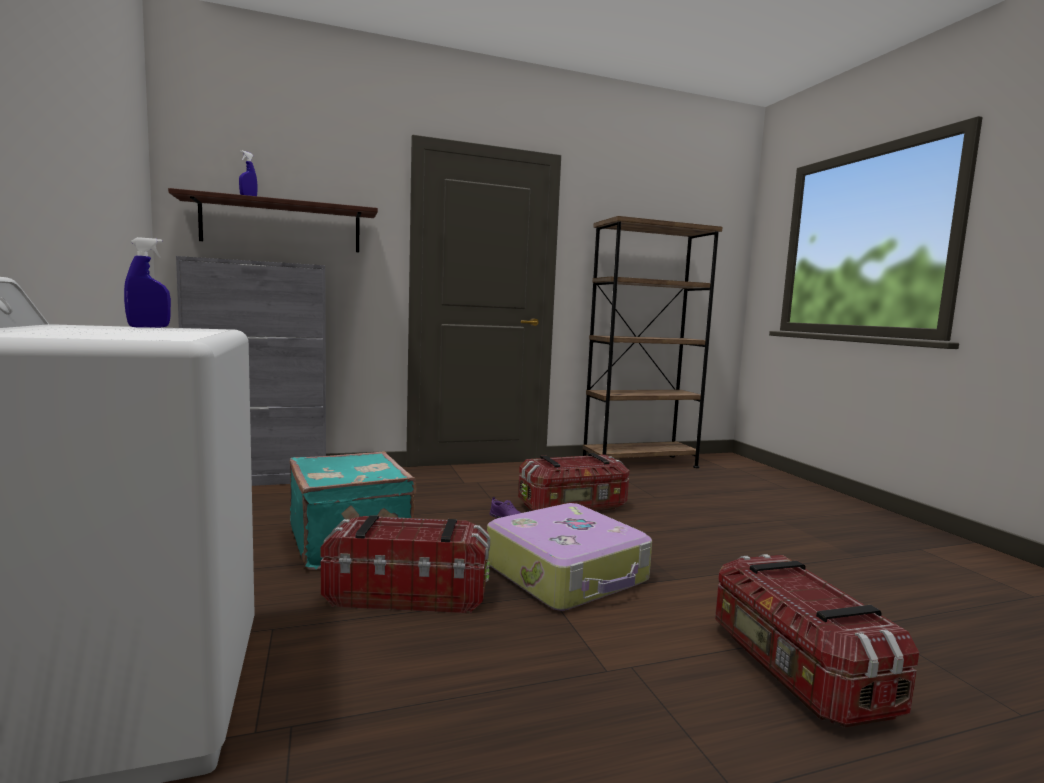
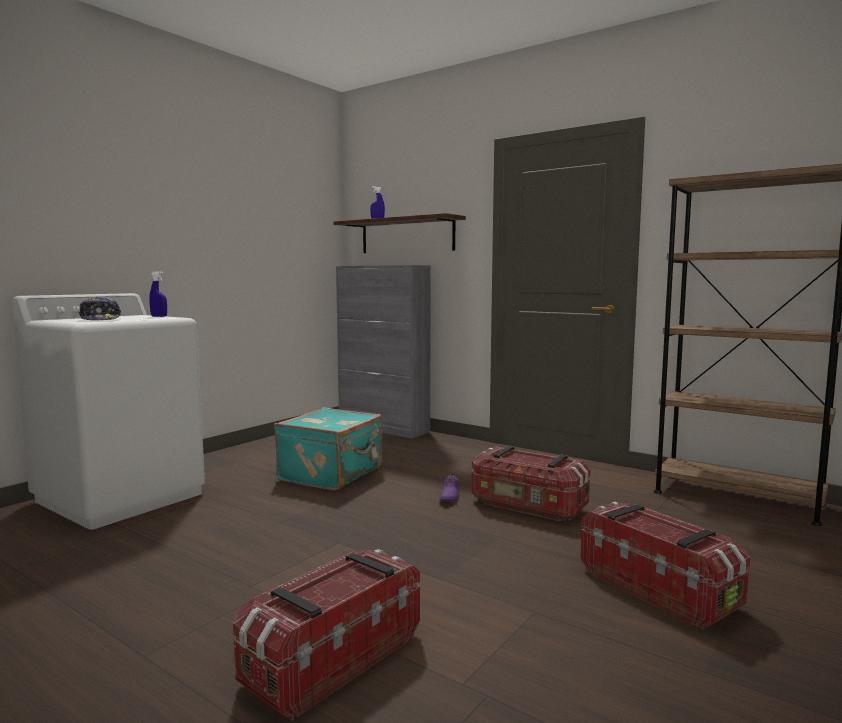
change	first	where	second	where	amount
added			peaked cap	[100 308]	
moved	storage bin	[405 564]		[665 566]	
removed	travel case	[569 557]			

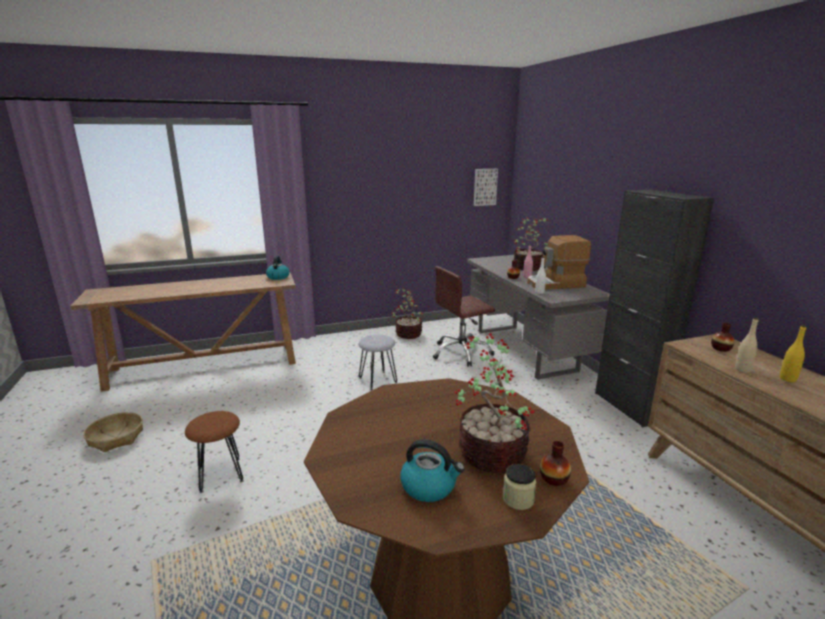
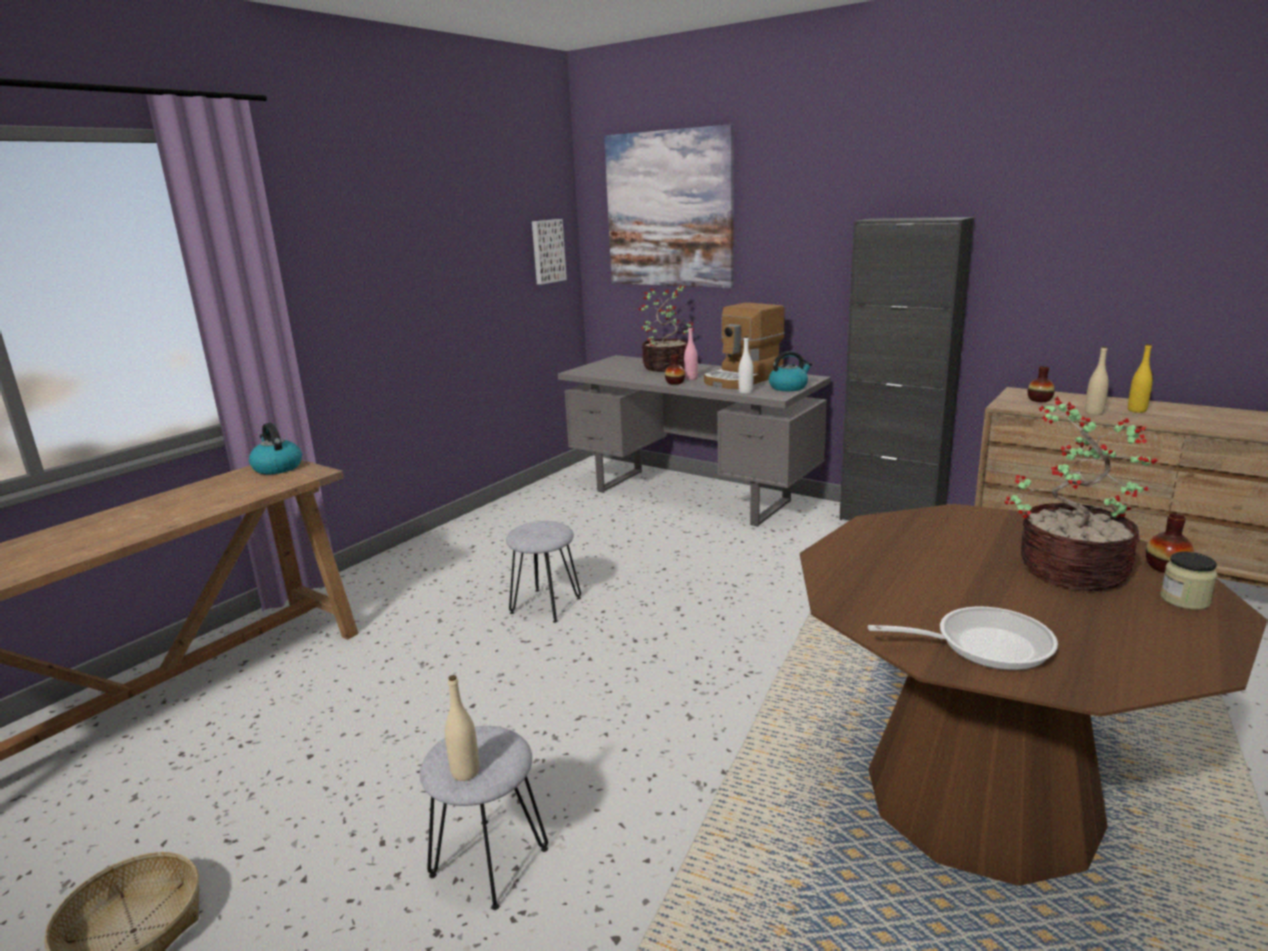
change	first	where	second	where	amount
recoloured	brown-coloured sitting stool	[214 452]	greyish sitting stool	[484 818]	
added			beige-coloured drink bottle	[462 728]	
added			wall picture	[669 206]	
moved	kettle	[432 470]		[790 371]	
added			frying pan	[963 638]	
removed	houseplant	[407 313]			
removed	brown-coloured desk chair	[464 316]			

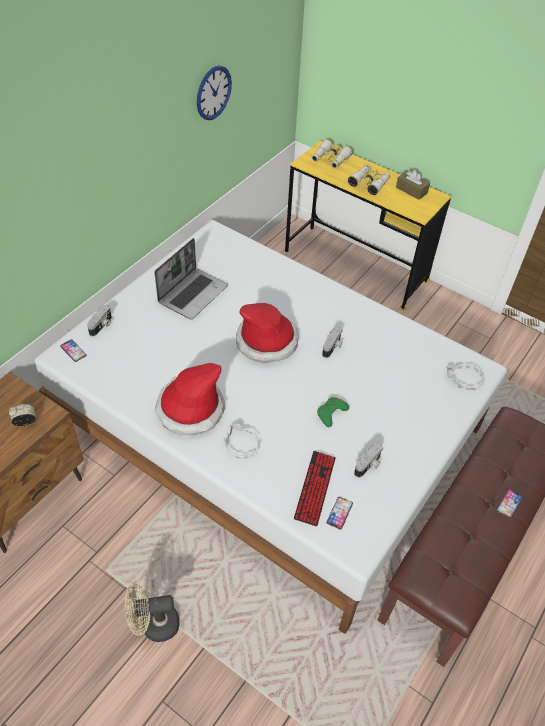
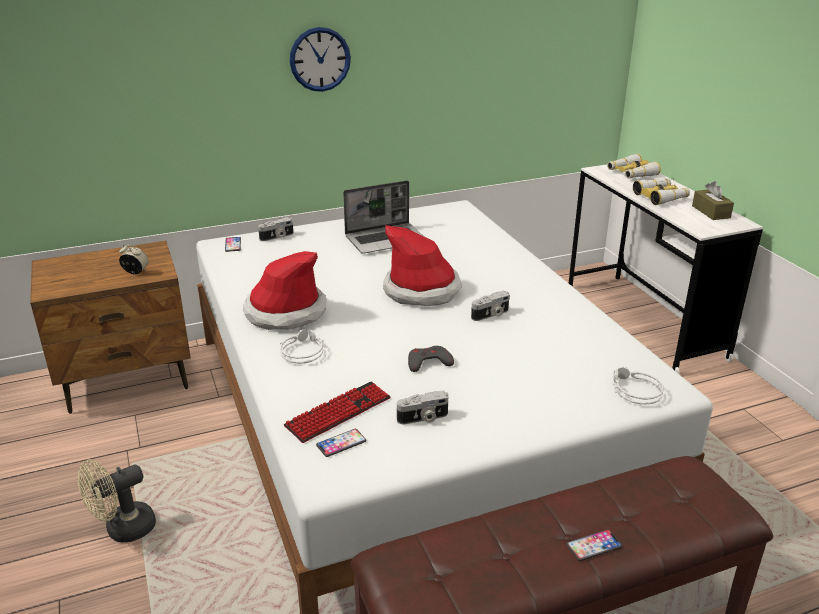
change	first	where	second	where	amount
turned	beige-coloured fan	[152 612]		[117 500]	60 degrees counterclockwise
moved	clock on the wall	[214 92]		[320 59]	
recoloured	green-coloured game controller	[333 412]	greyish game controller	[431 359]	
recoloured	yellowish desk unit	[368 225]	whitish desk unit	[666 269]	

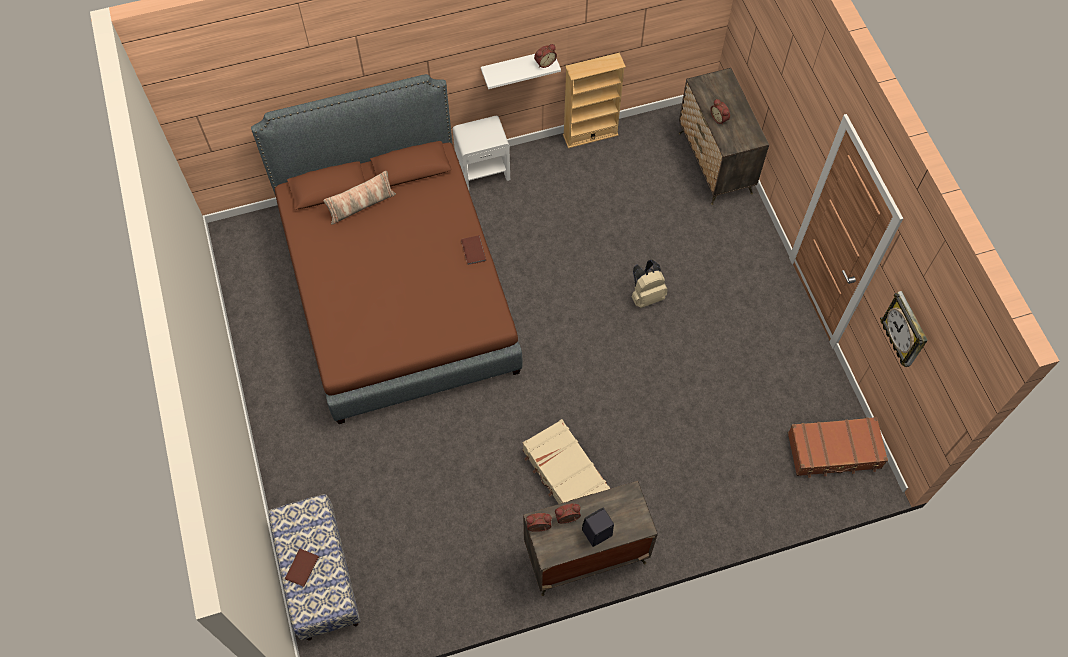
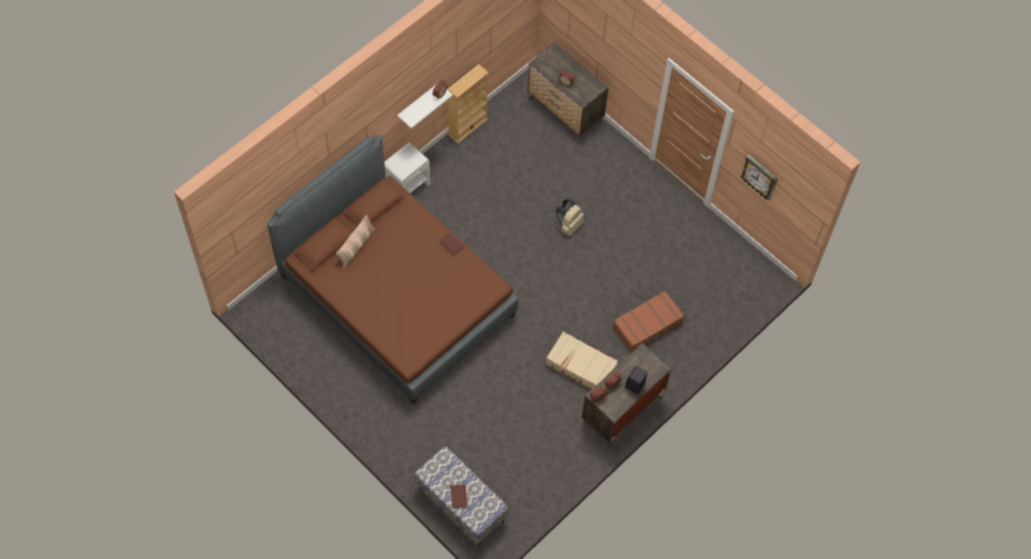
change	first	where	second	where	amount
moved	brown-coloured travel case	[838 447]		[648 322]	

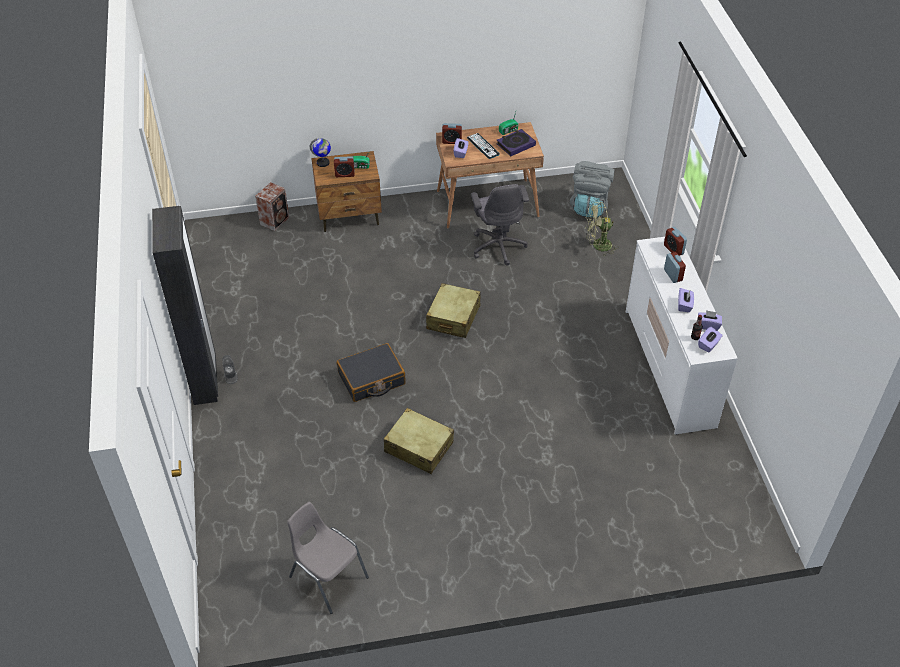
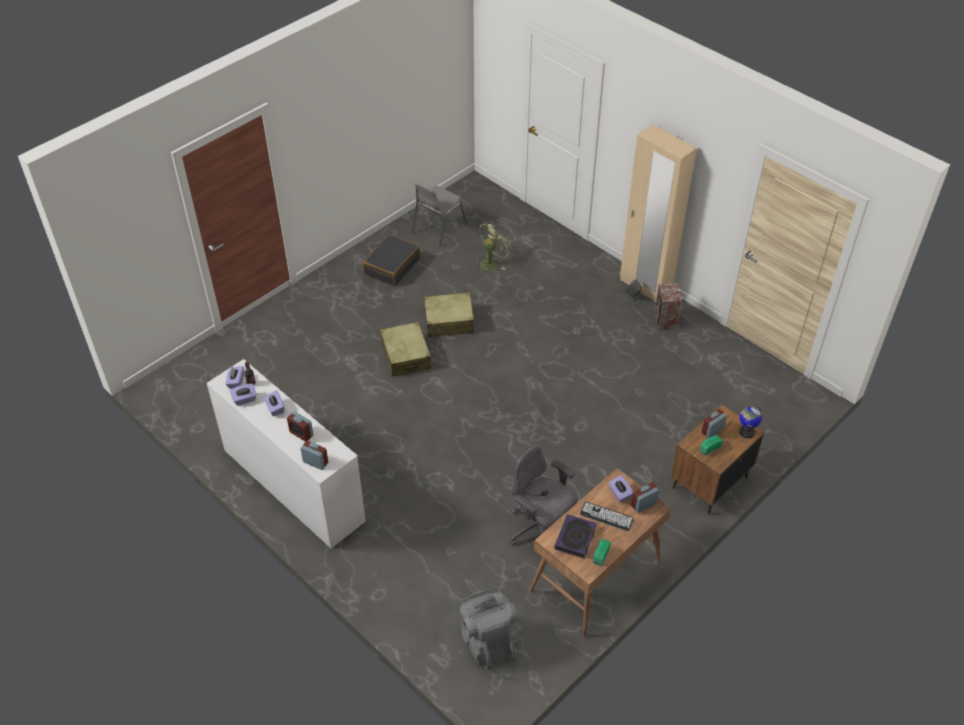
change	first	where	second	where	amount
moved	black travel case	[371 372]		[391 260]	
moved	beige-coloured travel case	[453 310]		[405 349]	
turned	greyish upright chair	[328 558]		[439 215]	120 degrees clockwise
moved	green-coloured fan	[602 229]		[494 246]	
recoloured	black clothes cupboard	[185 305]	beige-coloured clothes cupboard	[658 213]	
moved	audio speaker	[272 206]		[668 306]	

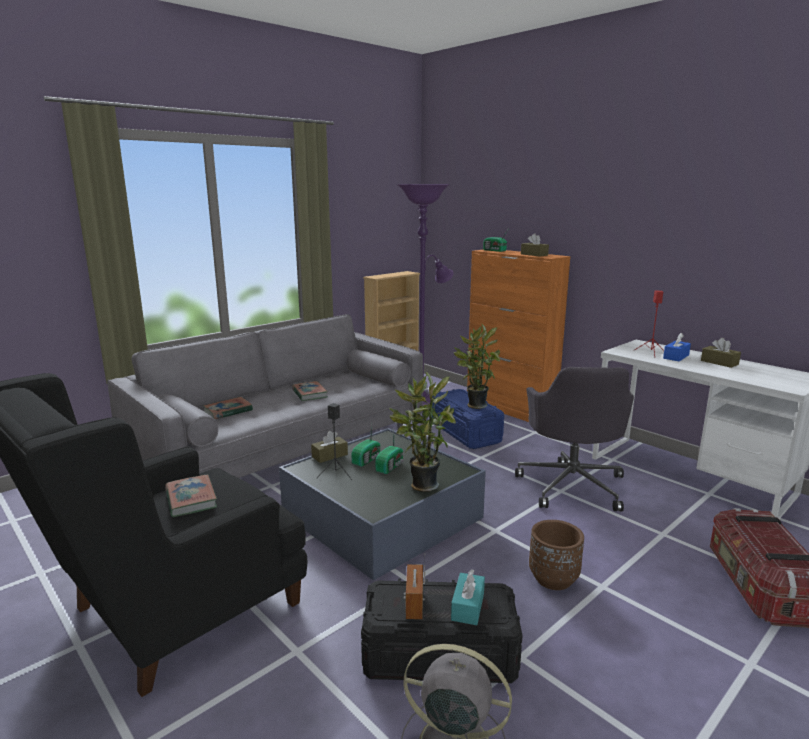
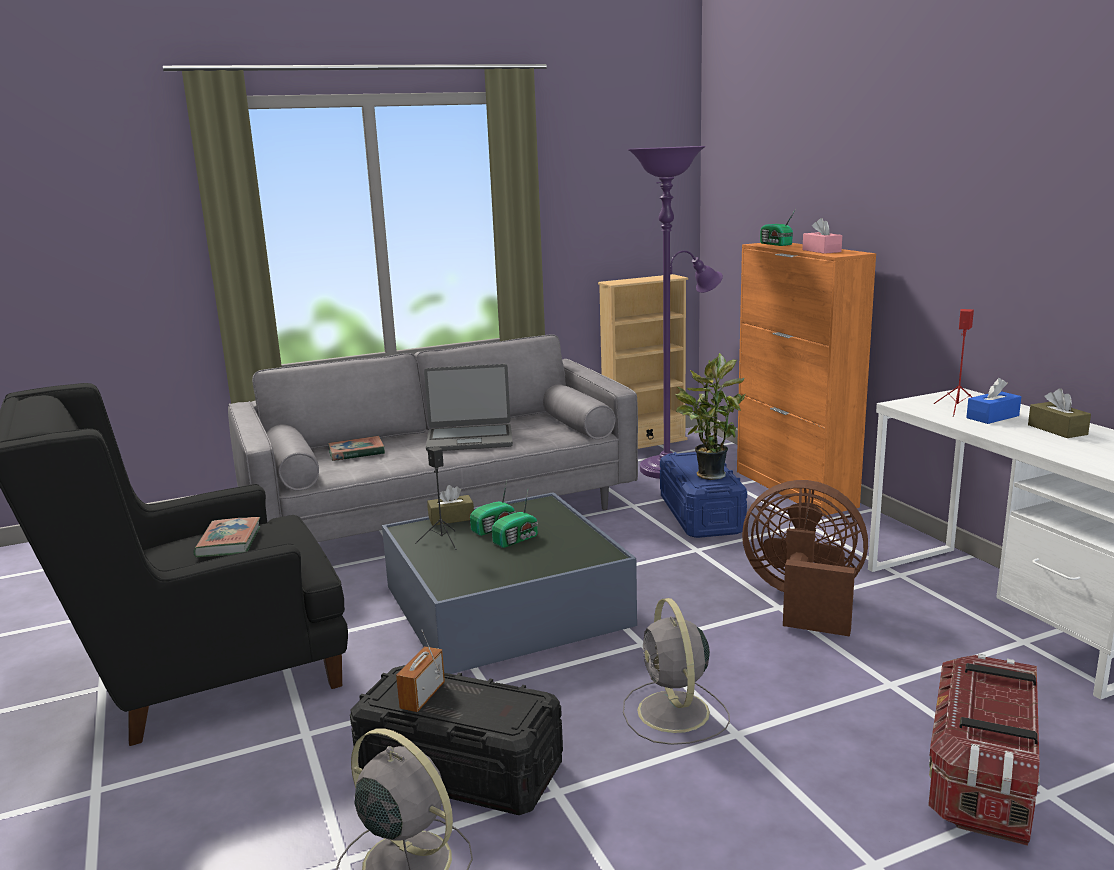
change	first	where	second	where	amount
replaced	bound book	[310 391]	laptop	[468 407]	
replaced	brown-coloured plant pot	[556 555]	greyish fan	[676 671]	
replaced	greyish desk chair	[574 439]	brown-coloured fan	[805 558]	
recoloured	brown-coloured tissue box	[535 244]	pink-coloured tissue box	[822 236]	
removed	houseplant	[422 431]			
removed	turquoise tissue box	[468 597]			

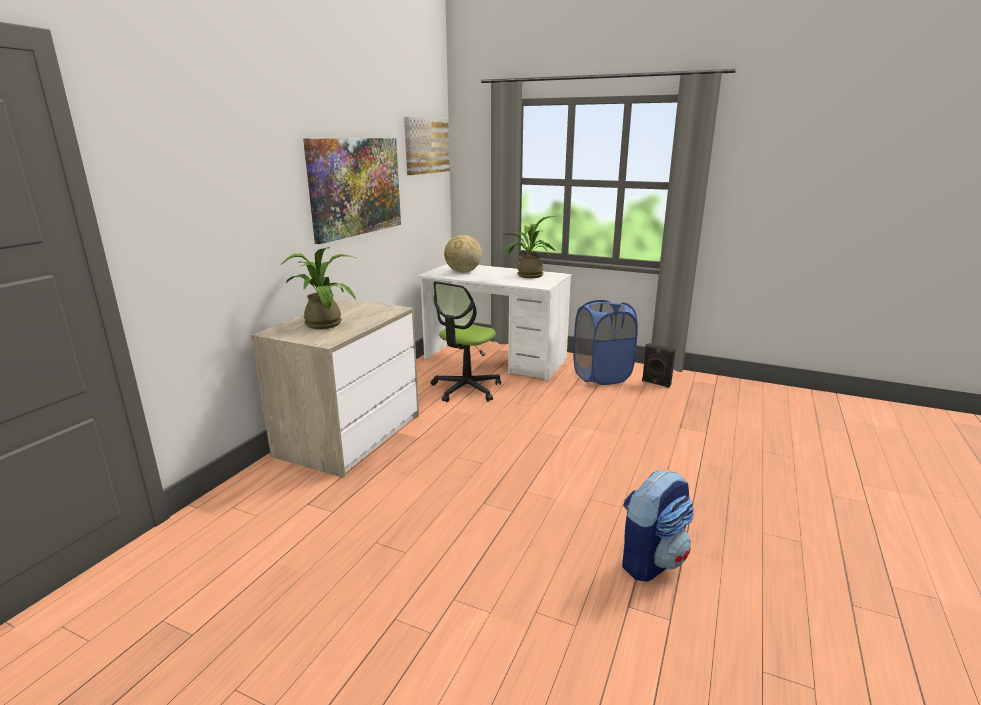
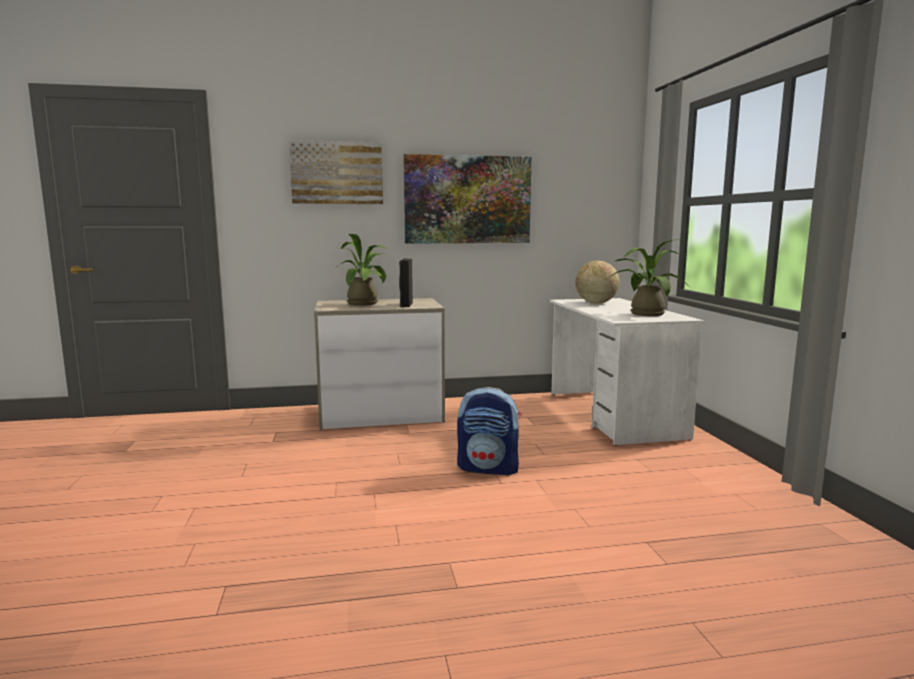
change	first	where	second	where	amount
moved	wall picture	[427 146]		[336 172]	
moved	black audio speaker	[659 365]		[406 283]	
moved	rucksack	[658 526]		[489 431]	
removed	desk chair	[466 341]			
removed	bluish washing basket	[605 342]			

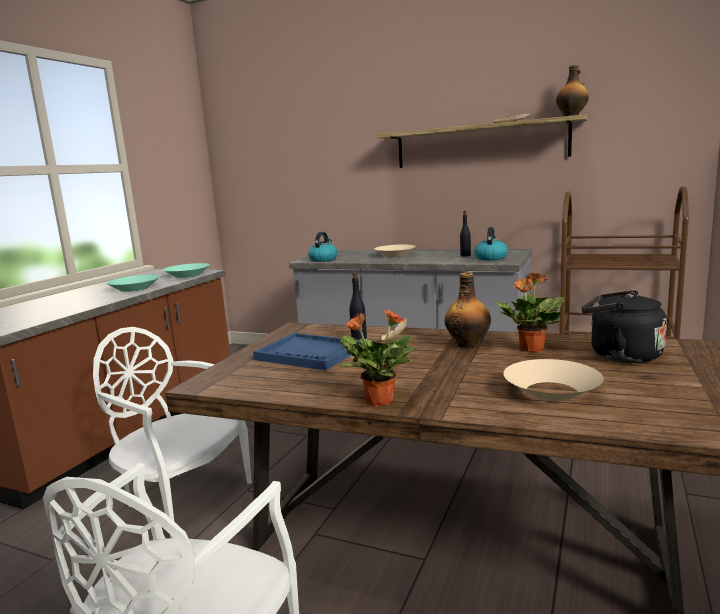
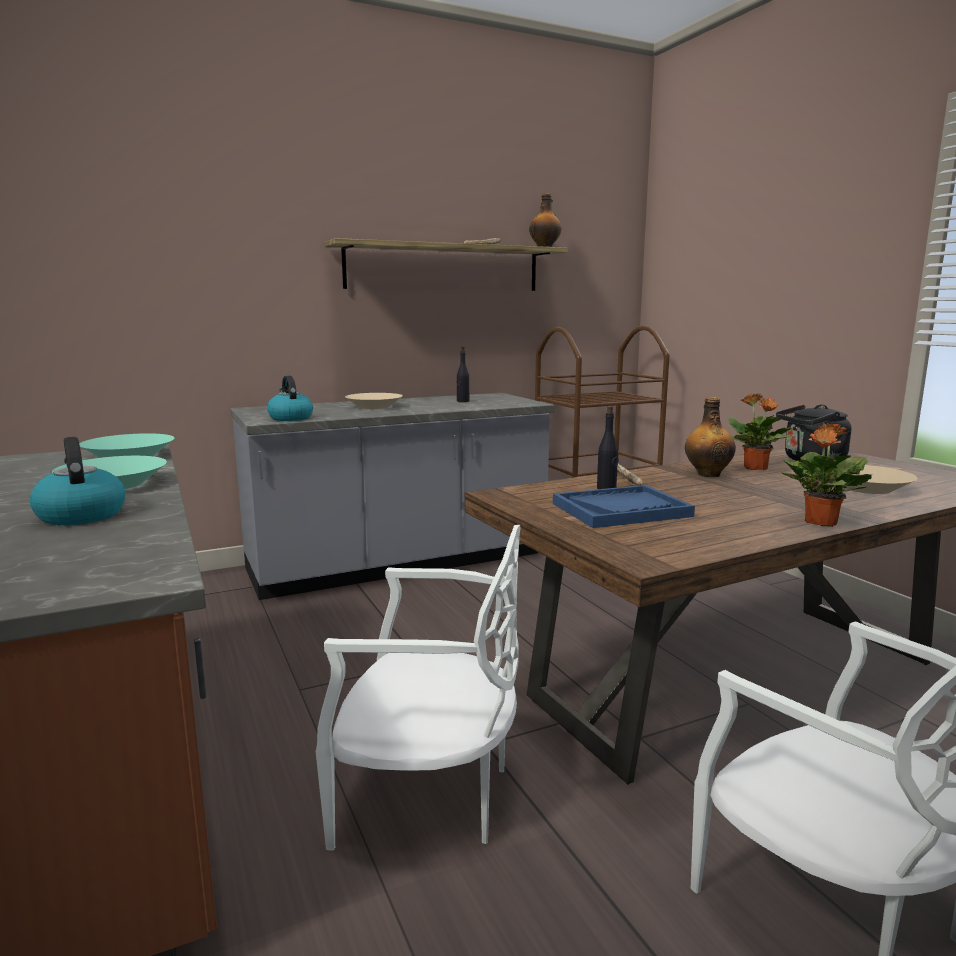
change	first	where	second	where	amount
moved	kettle	[491 243]		[77 481]	
turned	whitish upright chair	[172 432]		[418 688]	150 degrees counterclockwise

